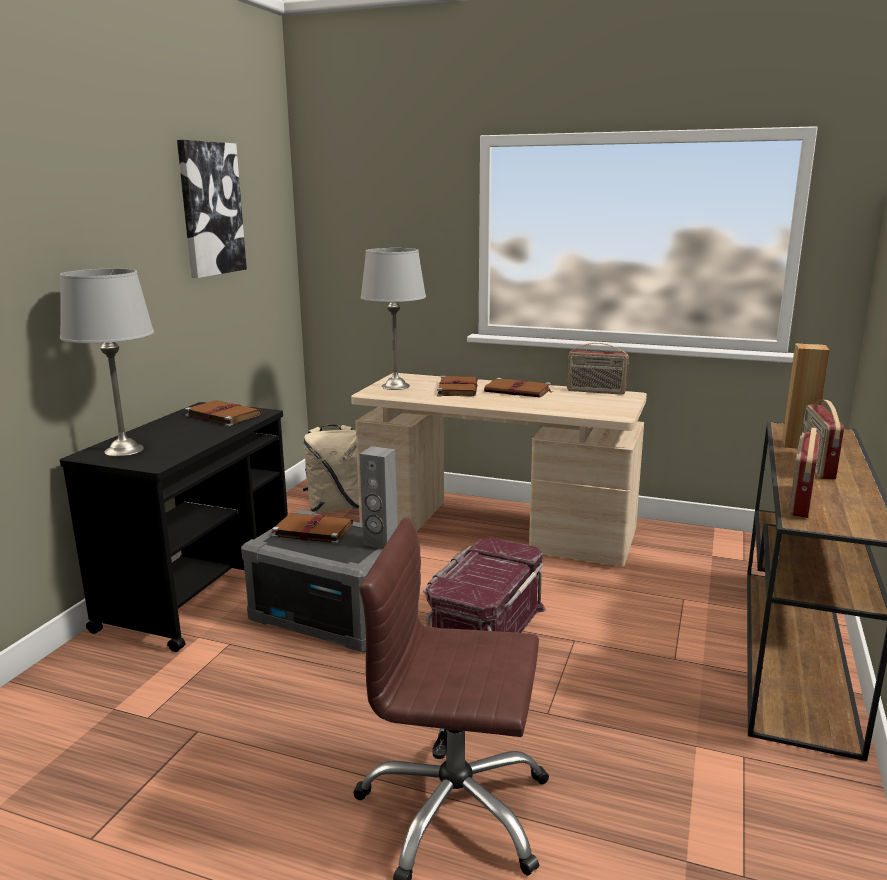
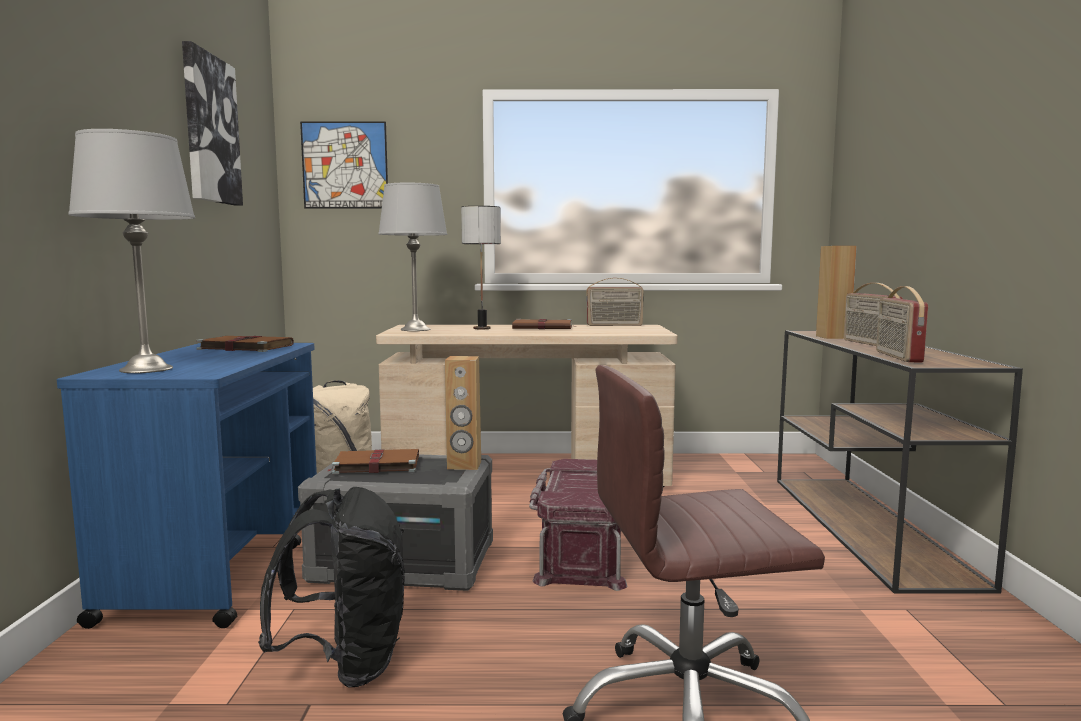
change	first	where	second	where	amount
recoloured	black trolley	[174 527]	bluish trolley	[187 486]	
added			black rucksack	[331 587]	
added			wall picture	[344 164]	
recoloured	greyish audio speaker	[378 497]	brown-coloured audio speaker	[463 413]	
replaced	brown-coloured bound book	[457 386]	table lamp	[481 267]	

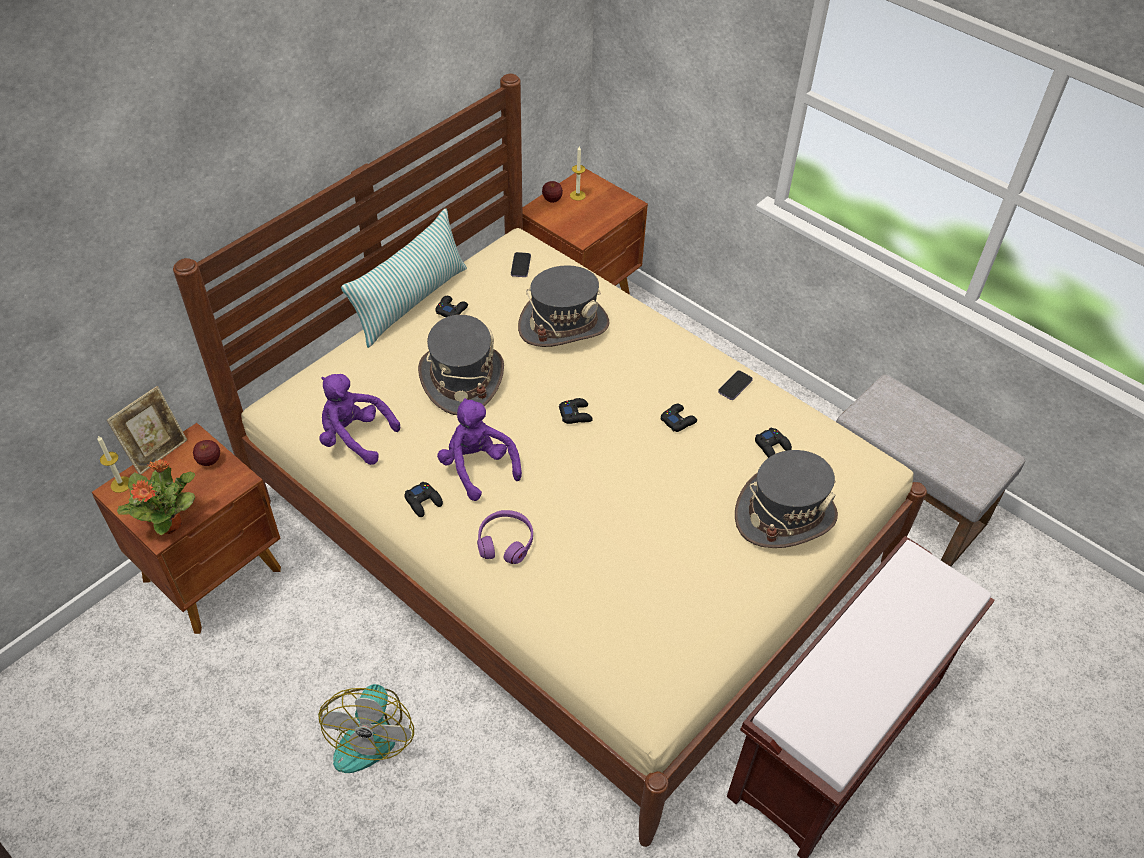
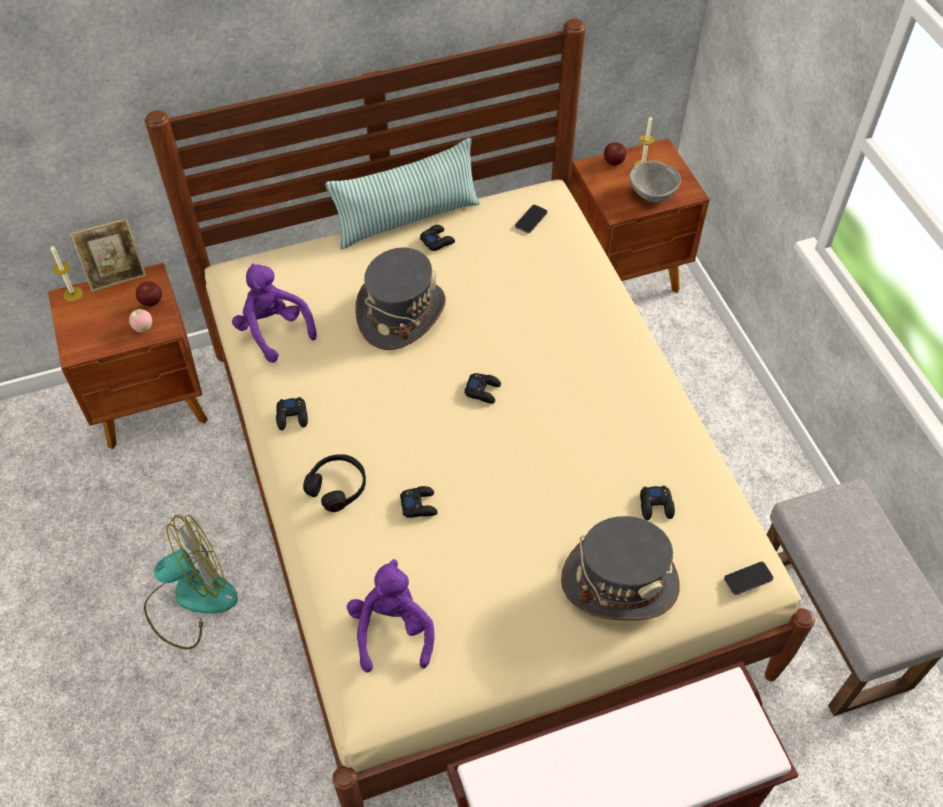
change	first	where	second	where	amount
added			apple	[140 321]	
turned	fan	[366 728]		[191 582]	150 degrees counterclockwise
recoloured	purple headset	[505 537]	black headset	[334 483]	
moved	purple soft toy	[479 449]		[391 616]	
moved	black game controller	[679 418]		[418 502]	
added			greyish serving bowl	[655 182]	
moved	telephone	[735 385]		[748 578]	
removed	houseplant	[156 497]			
removed	greyish clothing hat	[564 306]			

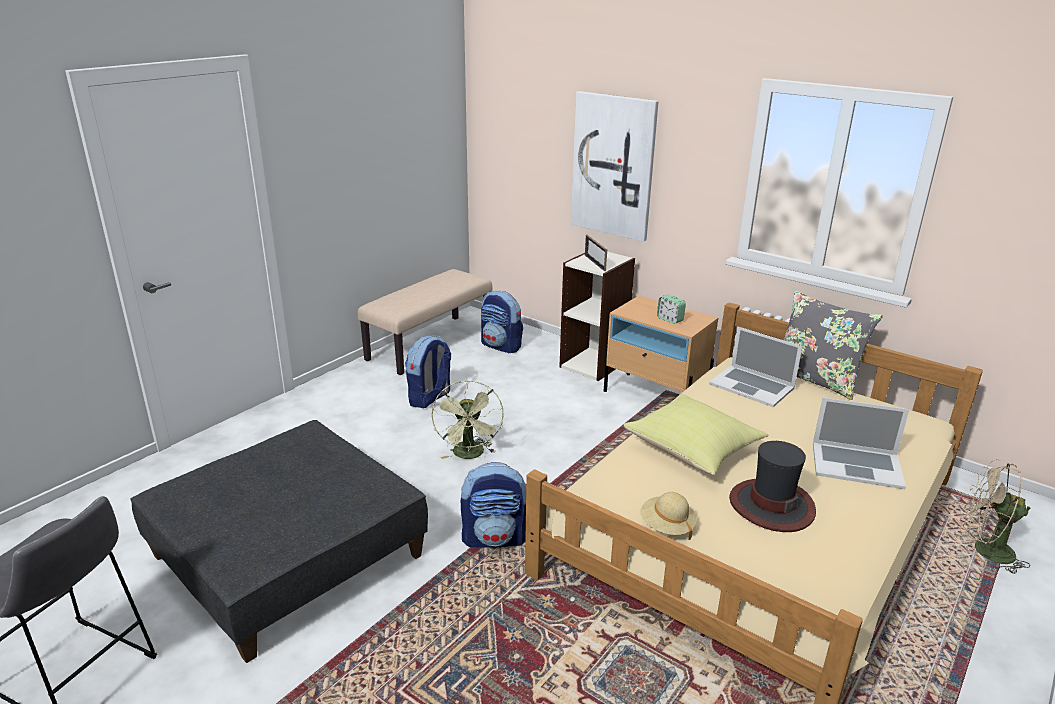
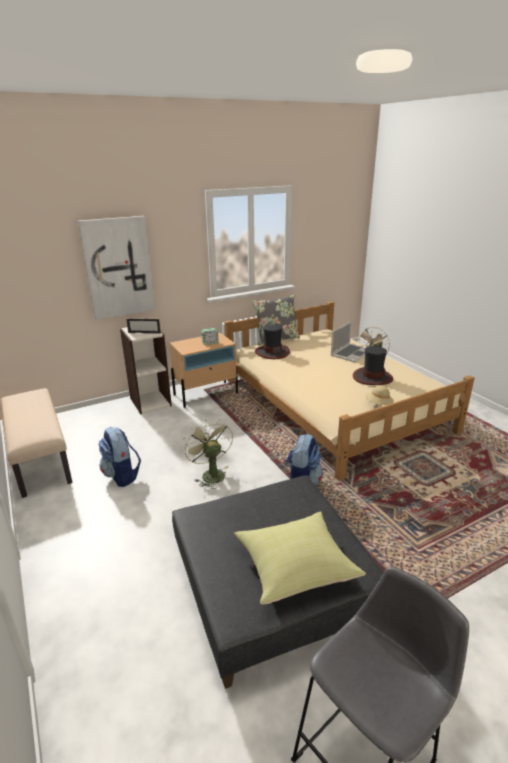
change	first	where	second	where	amount
turned	green-coloured fan	[467 420]		[208 454]	135 degrees counterclockwise
moved	yellowish pillow	[696 434]		[300 558]	
replaced	laptop	[756 366]	clothing hat	[272 341]	
removed	rucksack	[502 322]			

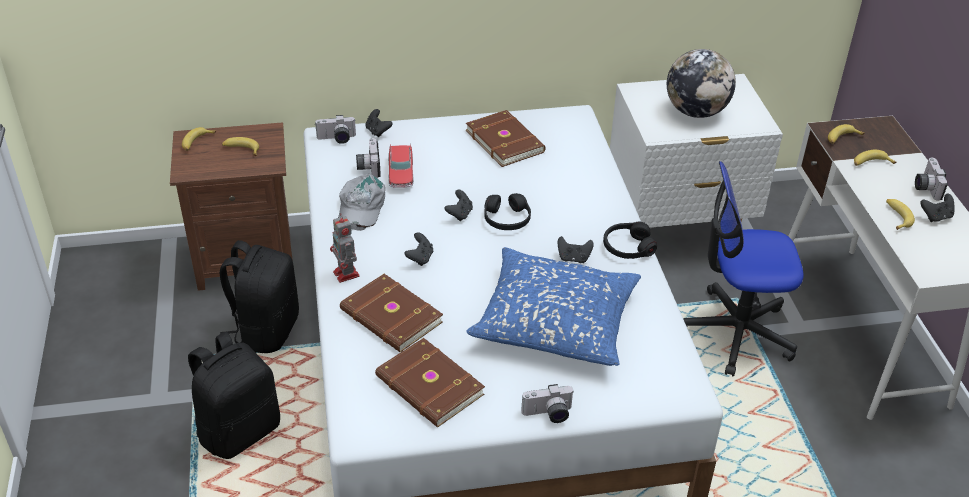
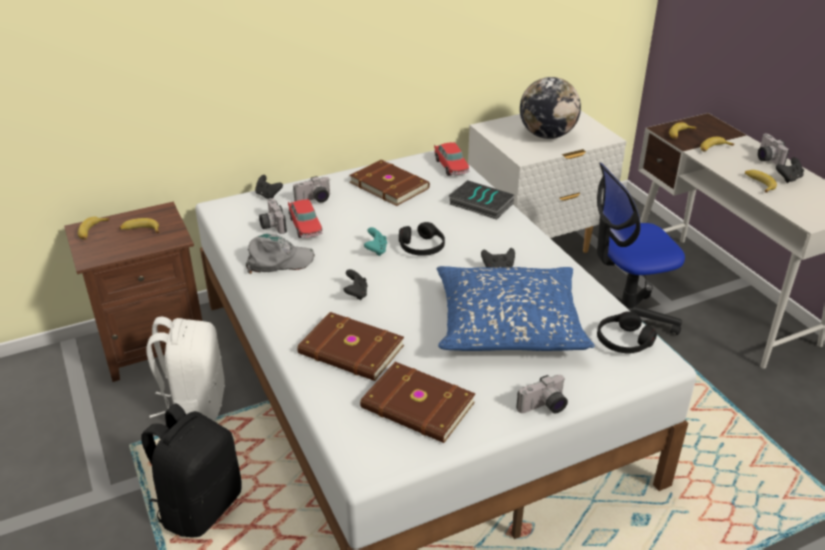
change	first	where	second	where	amount
recoloured	black rucksack	[259 296]	whitish rucksack	[185 369]	
turned	greyish peaked cap	[361 202]		[280 254]	90 degrees counterclockwise
moved	photo camera	[335 129]		[311 189]	
recoloured	black game controller	[458 205]	turquoise game controller	[375 241]	
added			toy car	[452 159]	
added			bound book	[481 200]	
moved	black headset	[630 240]		[627 332]	
removed	toy robot	[345 248]			

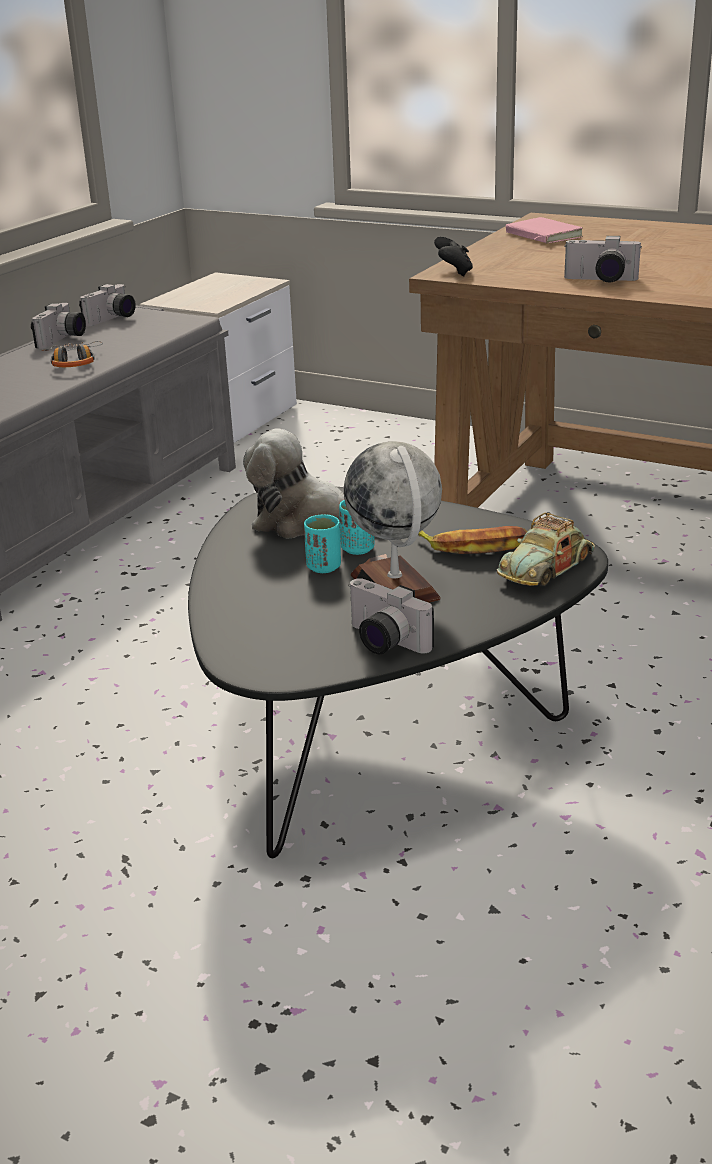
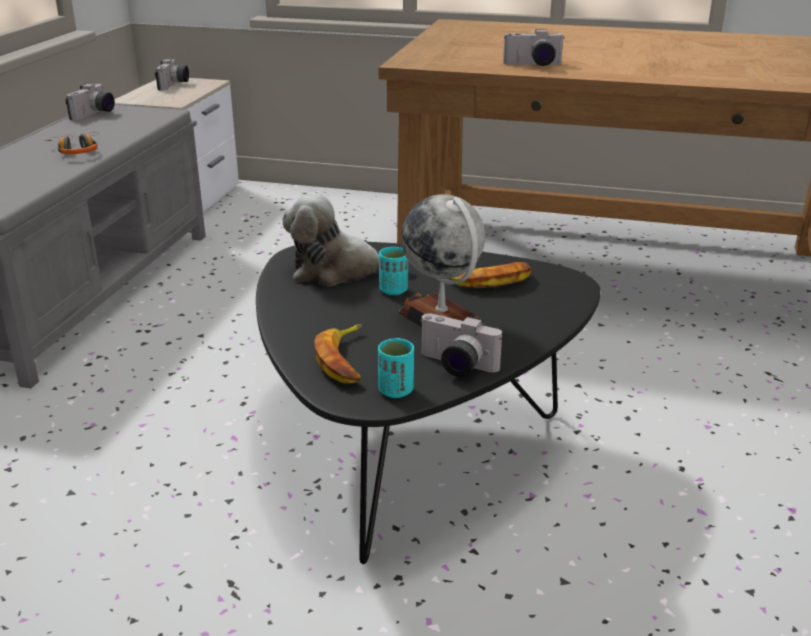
change	first	where	second	where	amount
moved	photo camera	[58 326]		[172 75]	
added			whole banana	[338 353]	
moved	turquoise drinking cup	[322 543]		[396 368]	
removed	black game controller	[453 257]			
removed	toy car	[546 549]			
removed	pink-coloured bound book	[544 230]			

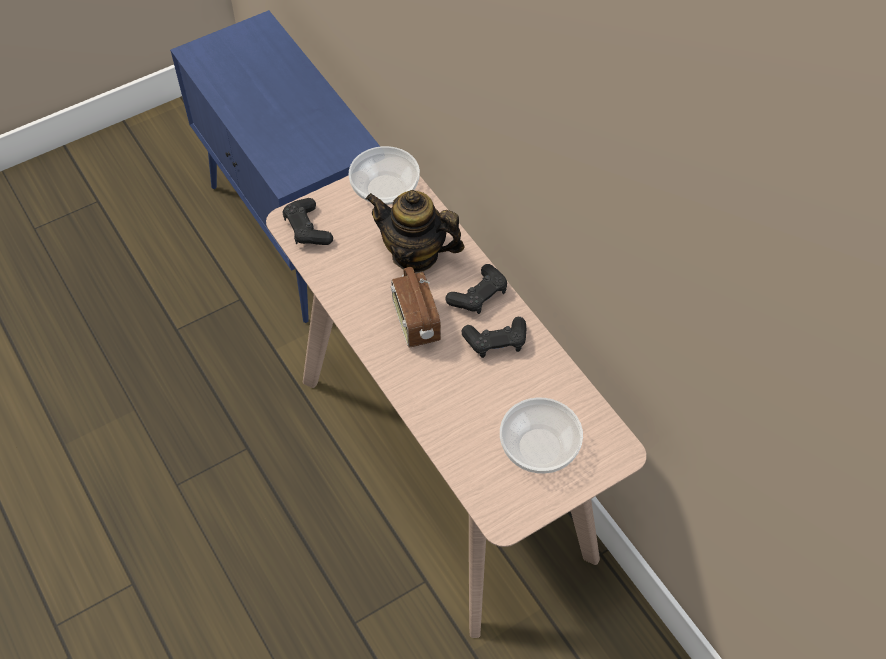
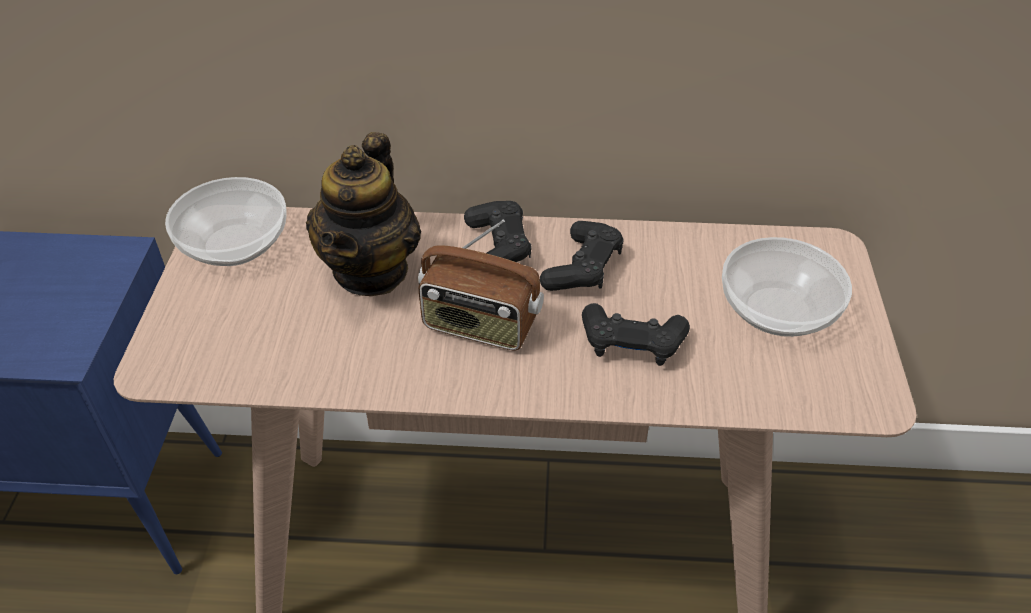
change	first	where	second	where	amount
turned	tea pot	[415 231]		[363 214]	45 degrees counterclockwise
moved	black game controller	[308 221]		[636 334]	

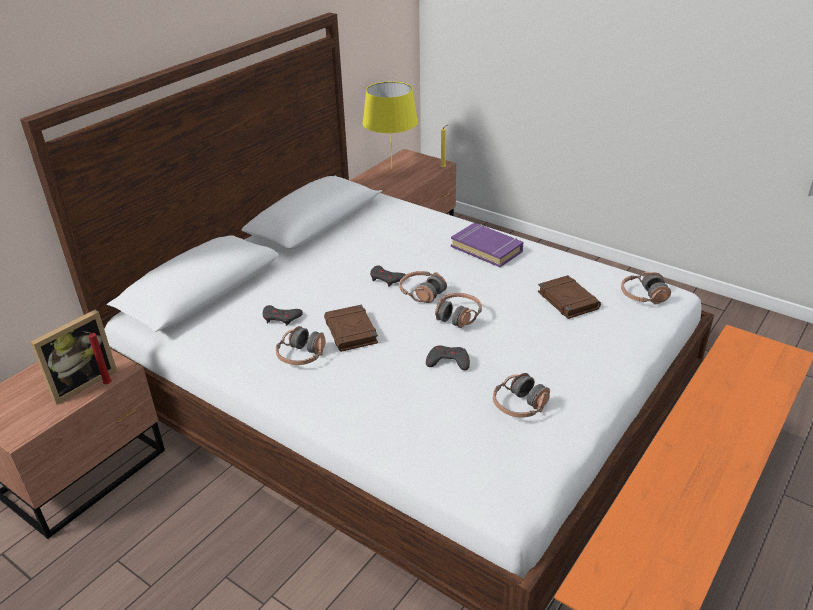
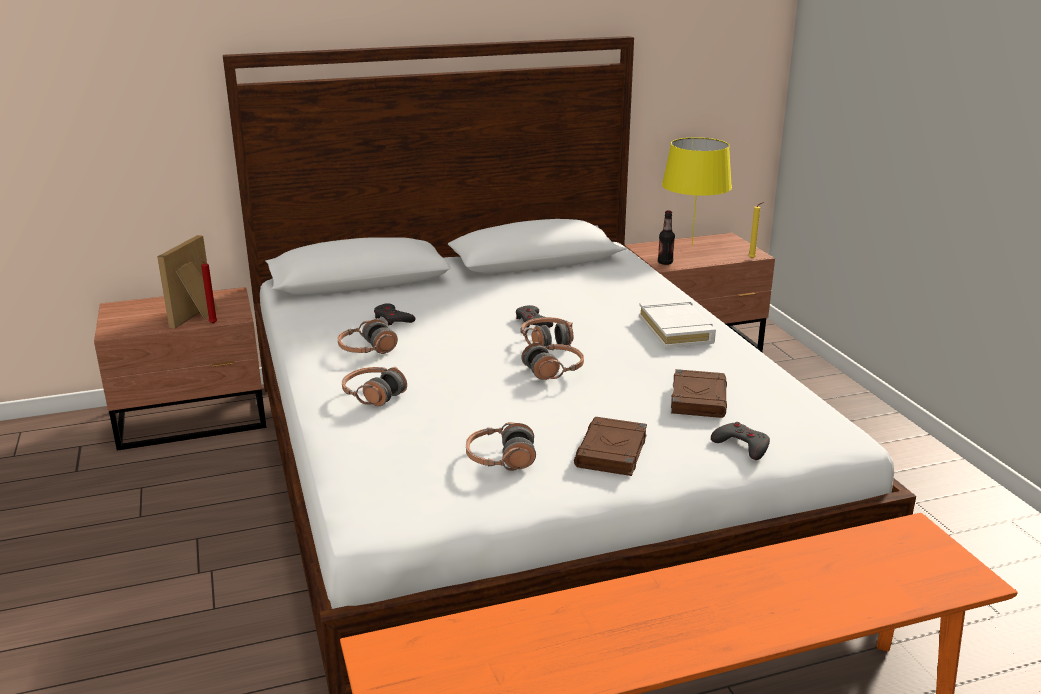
change	first	where	second	where	amount
turned	standing frame	[74 357]		[187 281]	120 degrees clockwise
moved	headset	[646 288]		[374 386]	
moved	brown-coloured bound book	[351 328]		[610 446]	
recoloured	purple bound book	[487 245]	whitish bound book	[677 323]	
added			drink bottle	[666 238]	
moved	greyish game controller	[448 357]		[740 441]	

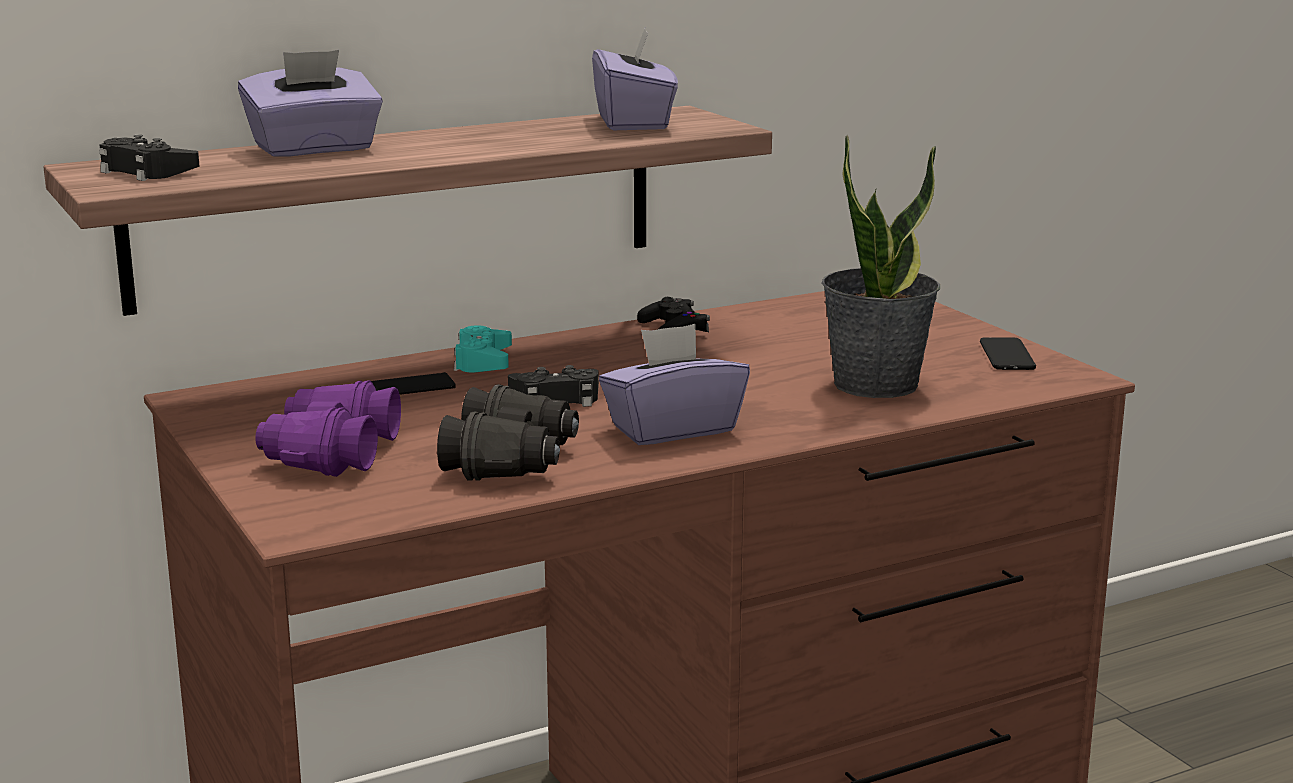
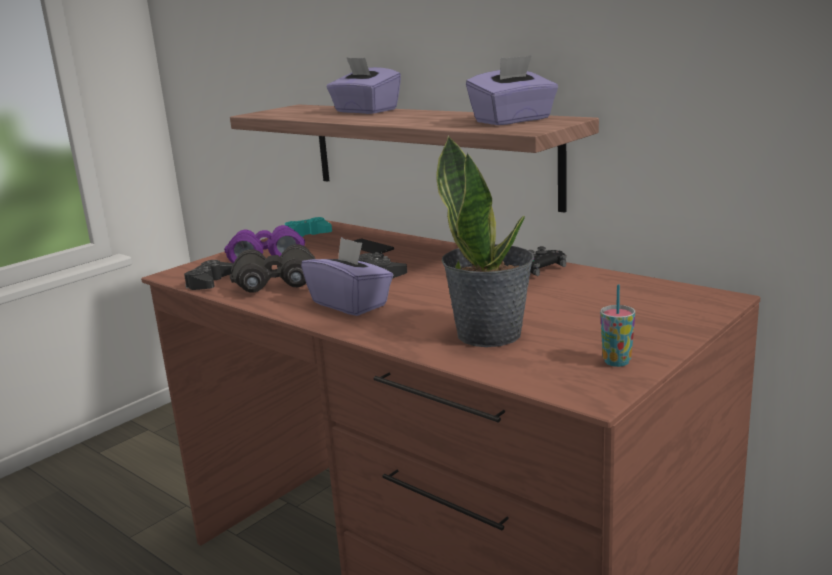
change	first	where	second	where	amount
moved	black game controller	[149 157]		[208 275]	
moved	turquoise game controller	[483 349]		[308 227]	
replaced	telephone	[1008 353]	drinking cup	[617 325]	

